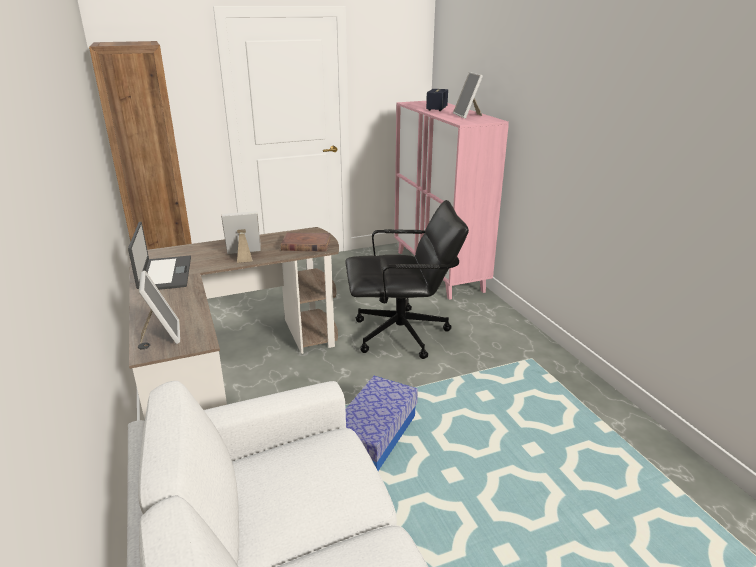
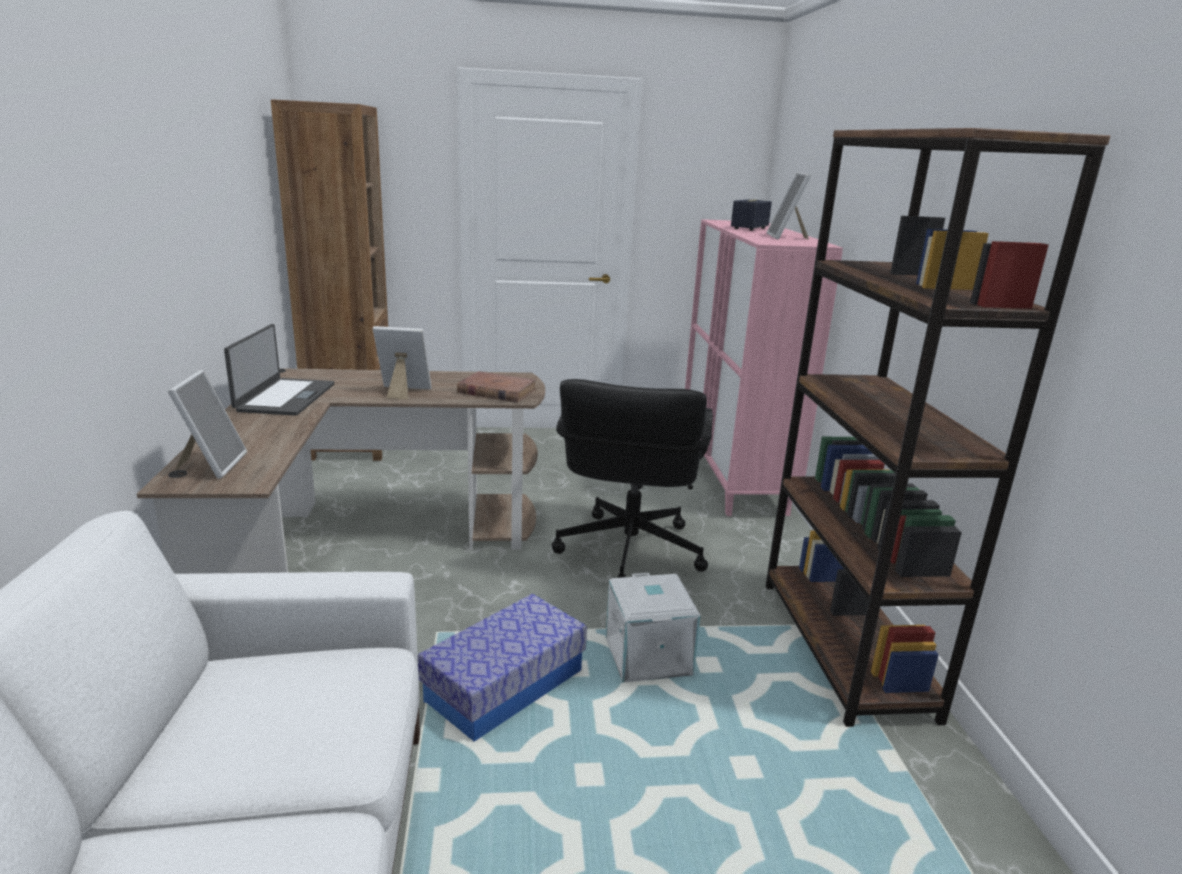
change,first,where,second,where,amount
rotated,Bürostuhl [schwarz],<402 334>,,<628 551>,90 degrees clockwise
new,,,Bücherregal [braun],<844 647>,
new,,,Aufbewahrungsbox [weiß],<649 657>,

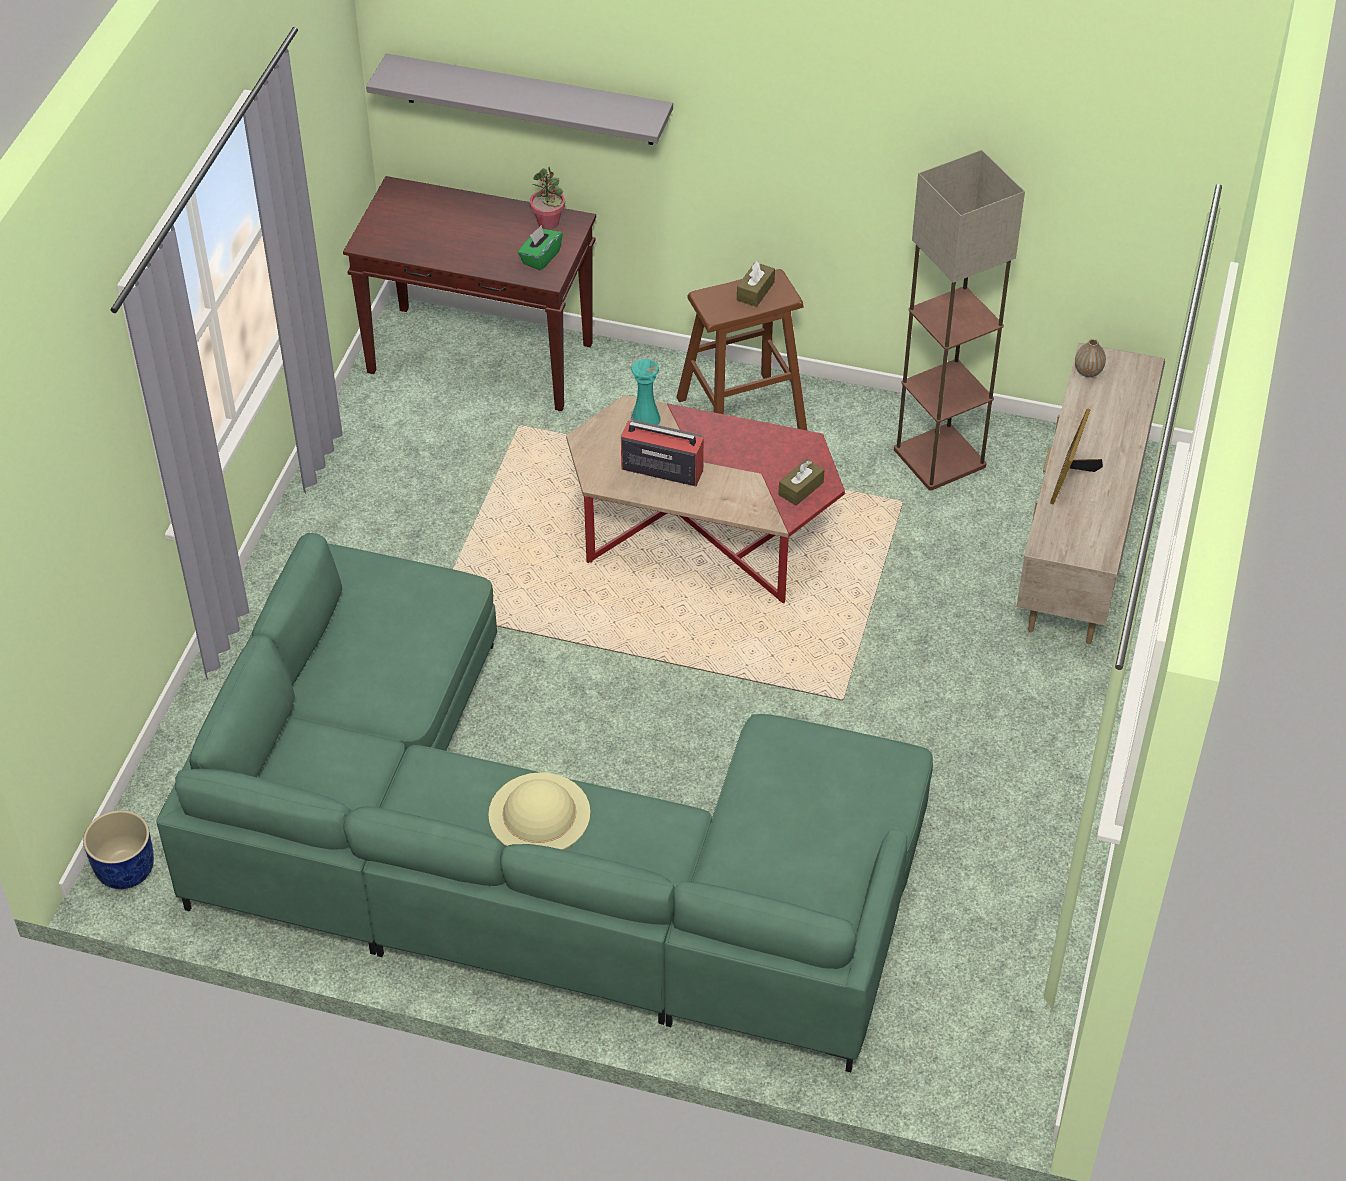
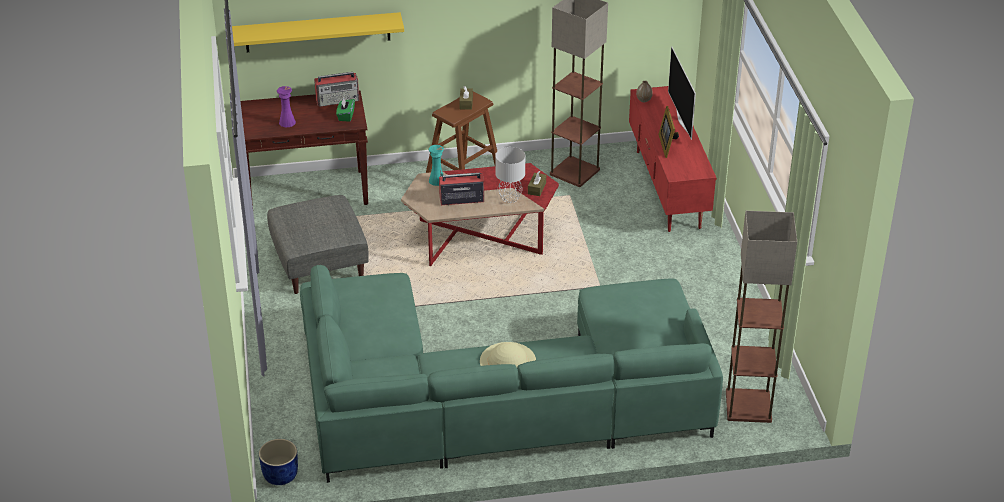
change,first,where,second,where,amount
repainted,Wandregal [grau],<529 100>,Wandregal [gelb],<317 32>,
swapped,Topfpflanze,<548 222>,Radio,<338 100>,
repainted,Fernsehschrank [beige],<1079 545>,Fernsehschrank [rot],<667 189>,
new,,,Fernseher,<683 121>,
new,,,Vase [lila],<287 122>,
new,,,Tischlampe [grau],<510 199>,
new,,,Polsterhocker [grau],<320 264>,
new,,,Stehlampe,<749 406>,

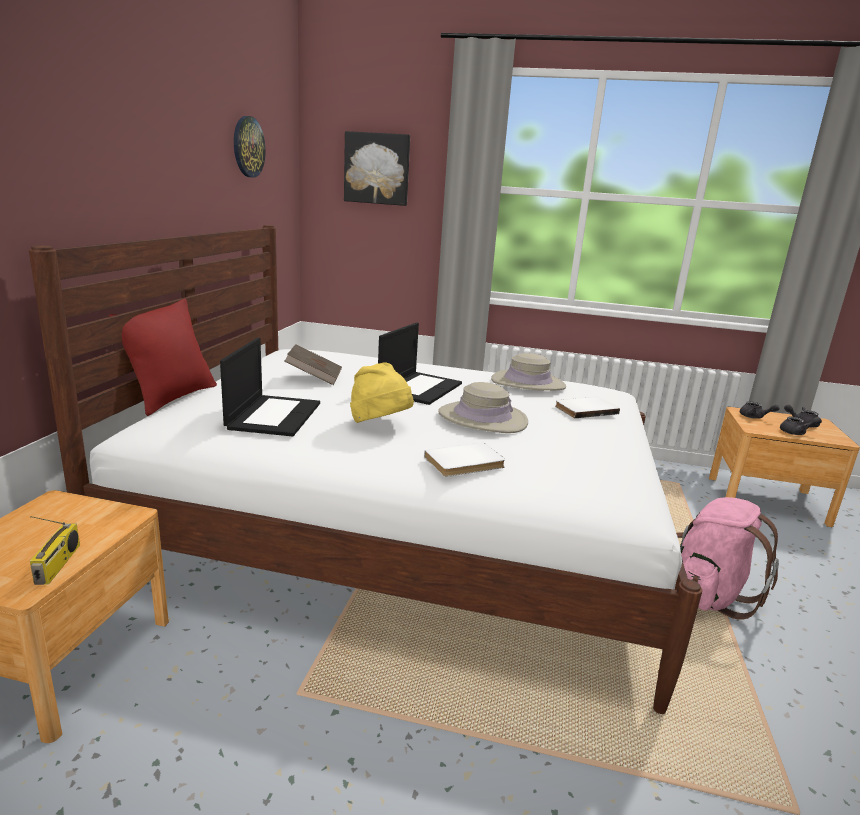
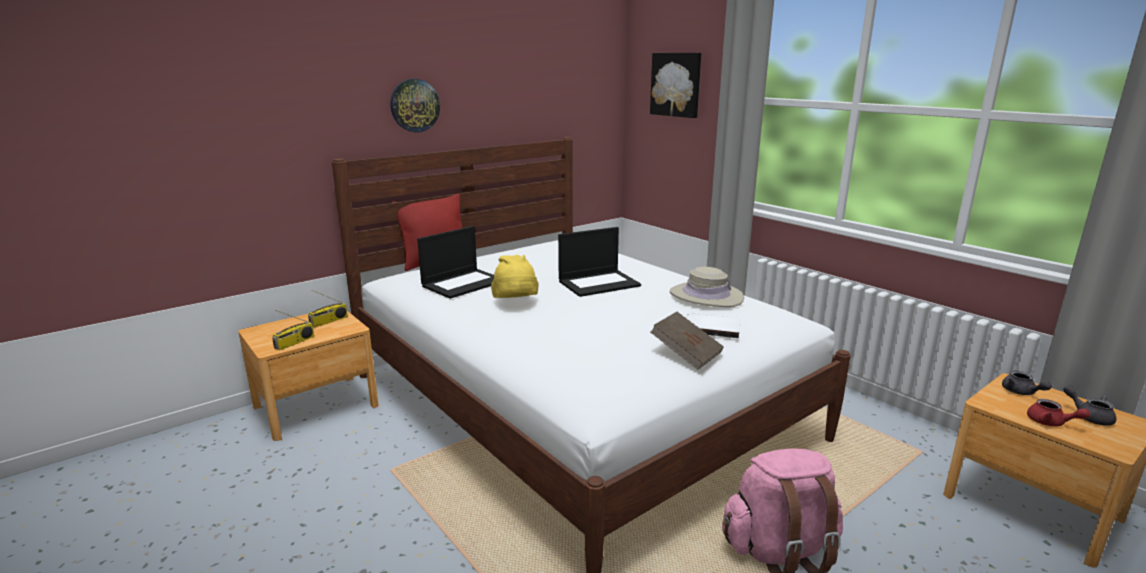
change,first,where,second,where,amount
shifted,Wanduhr,<248 147>,,<415 105>,
shifted,Buch [braun],<314 378>,,<686 354>,
gone,Hut [beige],<482 418>,,,
repainted,Teekanne [grau],<796 433>,Teekanne [rot],<1051 423>,
gone,Buch [weiß],<465 463>,,,
new,,,Radio,<329 321>,

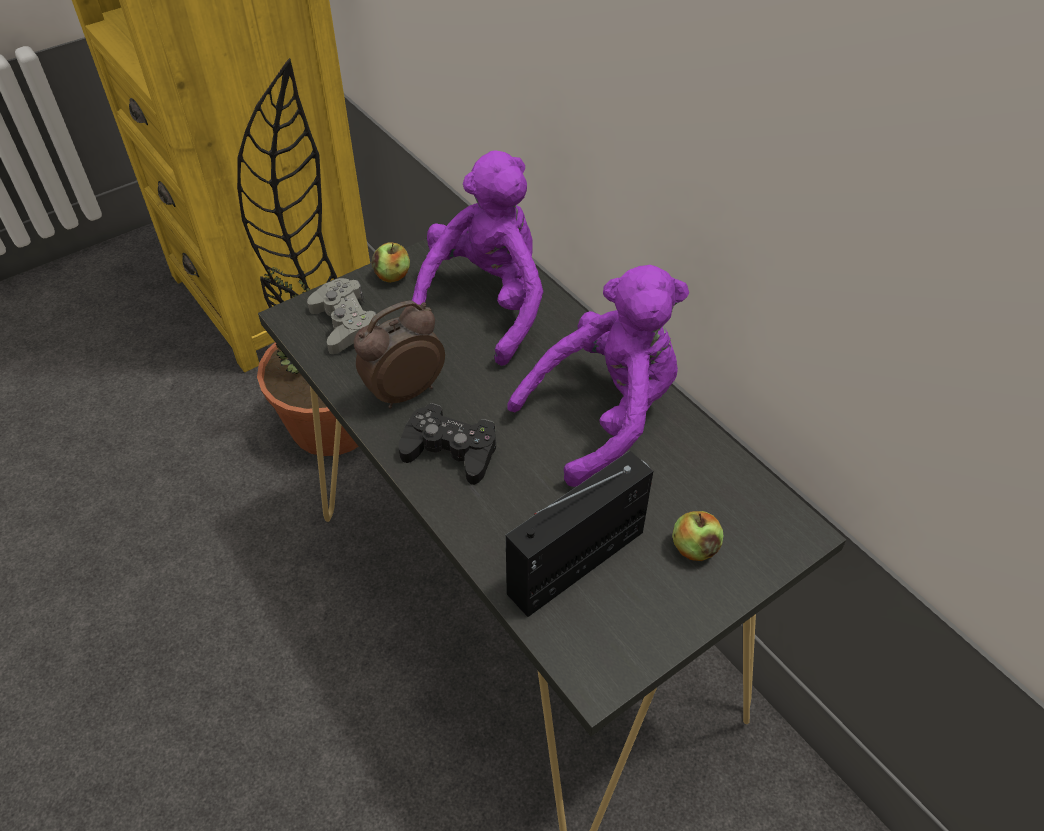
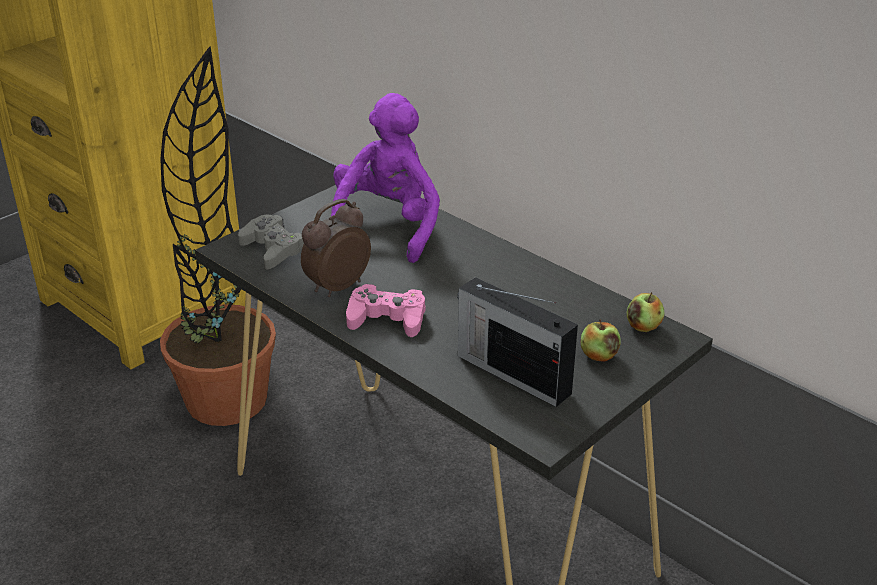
change,first,where,second,where,amount
shifted,Apfel,<393 276>,,<643 326>,
gone,Plüschtier [lila],<605 415>,,,
repainted,Gamepad [schwarz],<450 450>,Gamepad [rosa],<387 318>,
rotated,Radio,<579 561>,,<511 373>,90 degrees counterclockwise

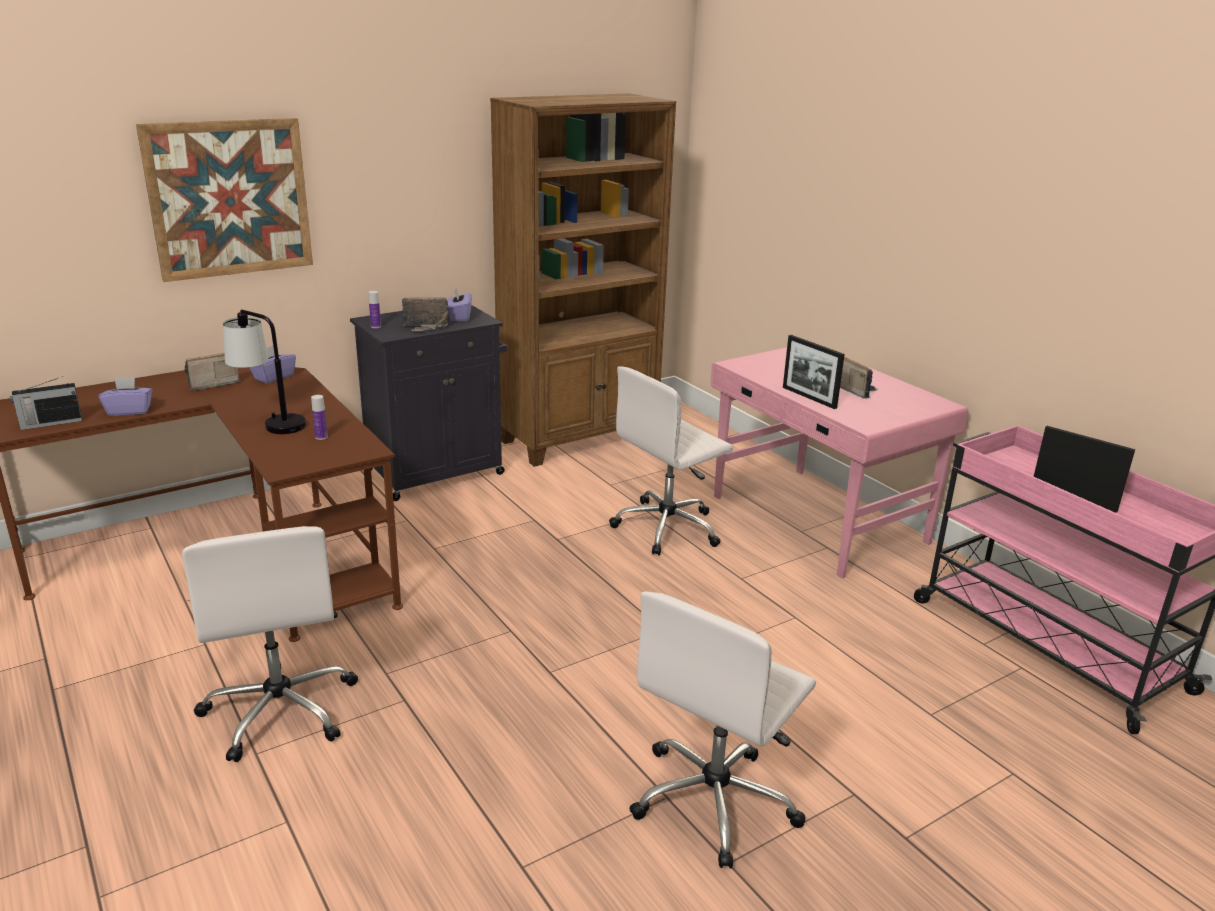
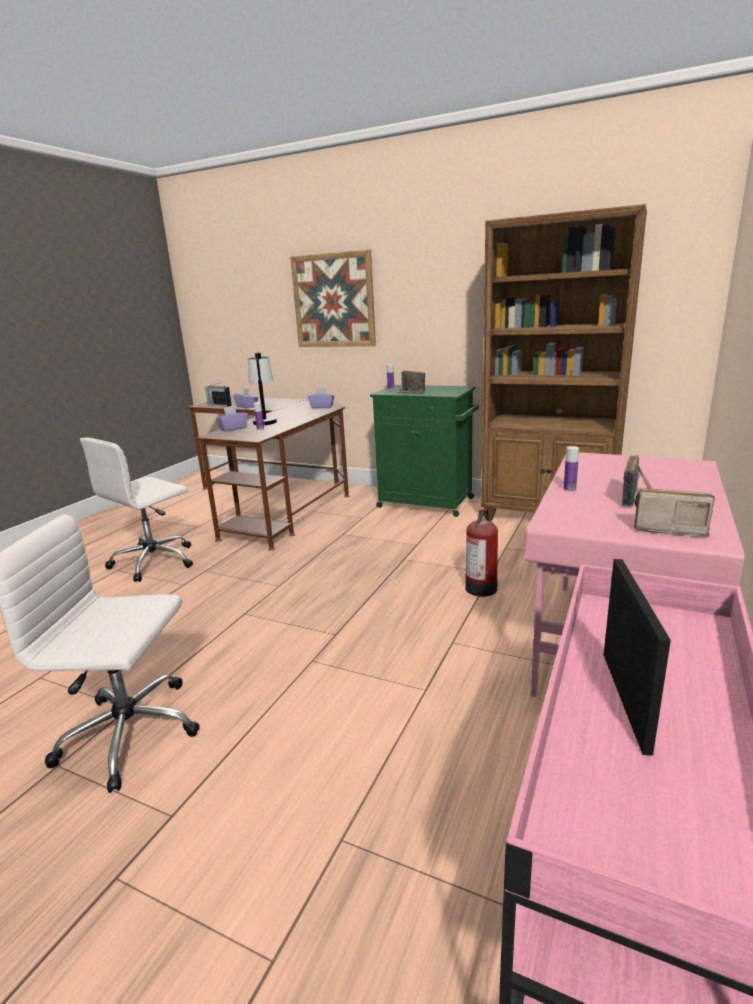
change,first,where,second,where,amount
shifted,Taschentuchbox [lila],<459 317>,,<233 428>,
repainted,Schrank [schwarz],<437 472>,Schrank [grün],<427 503>,
swapped,Bilderrahmen,<809 397>,Flasche,<569 489>,
shifted,Radio,<211 384>,,<667 528>,
swapped,Bürostuhl [weiß],<668 527>,Feuerlöscher,<481 587>,

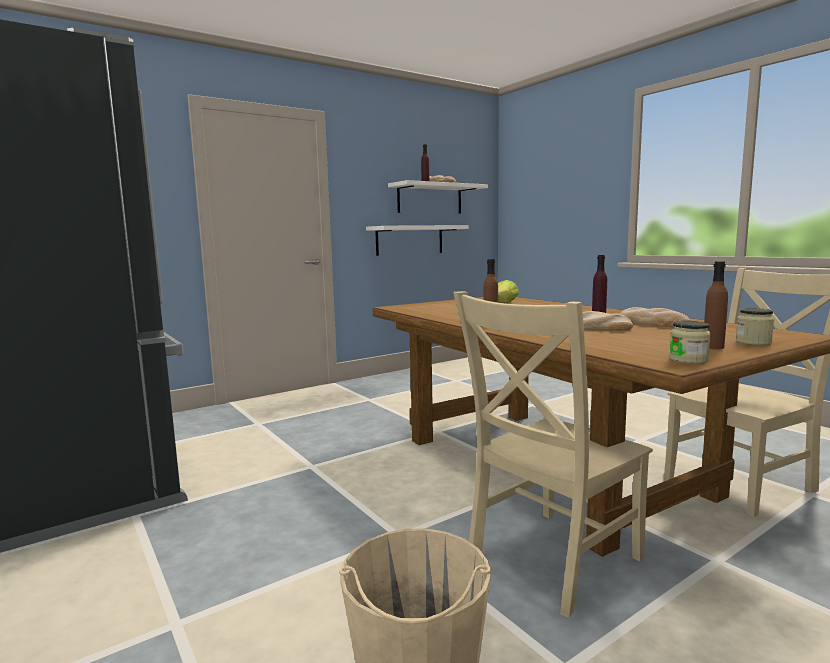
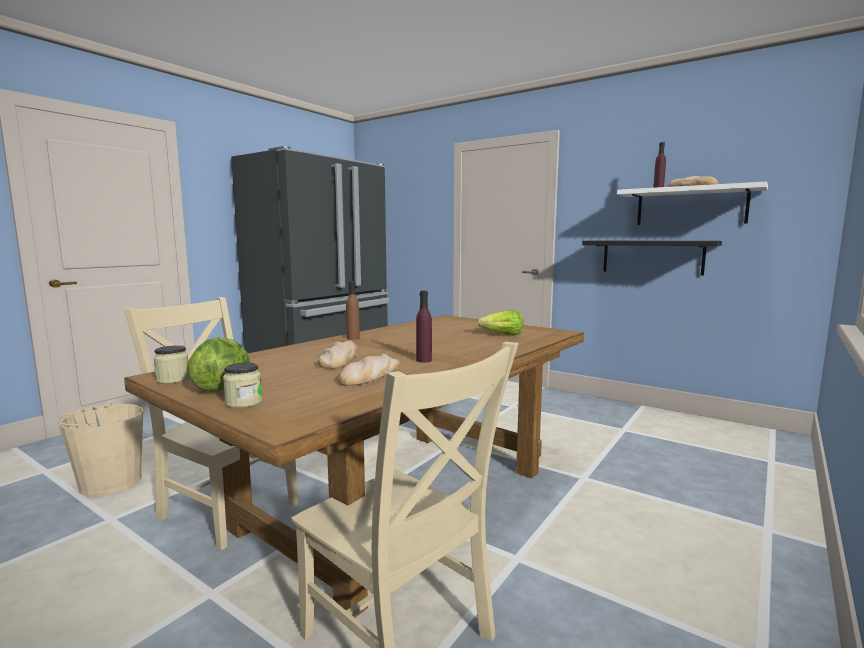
change,first,where,second,where,amount
repainted,Wandregal [weiß],<409 240>,Wandregal [schwarz],<652 257>,
swapped,Flasche [braun],<713 347>,Salatkopf,<223 388>,

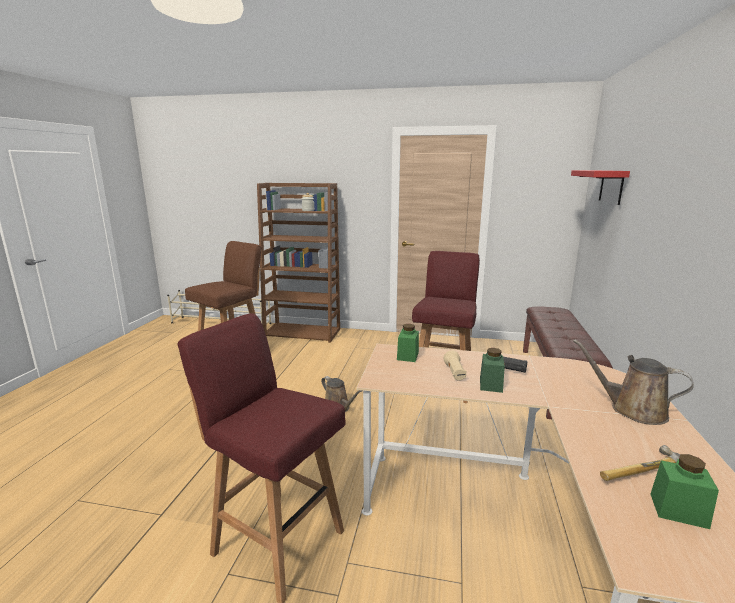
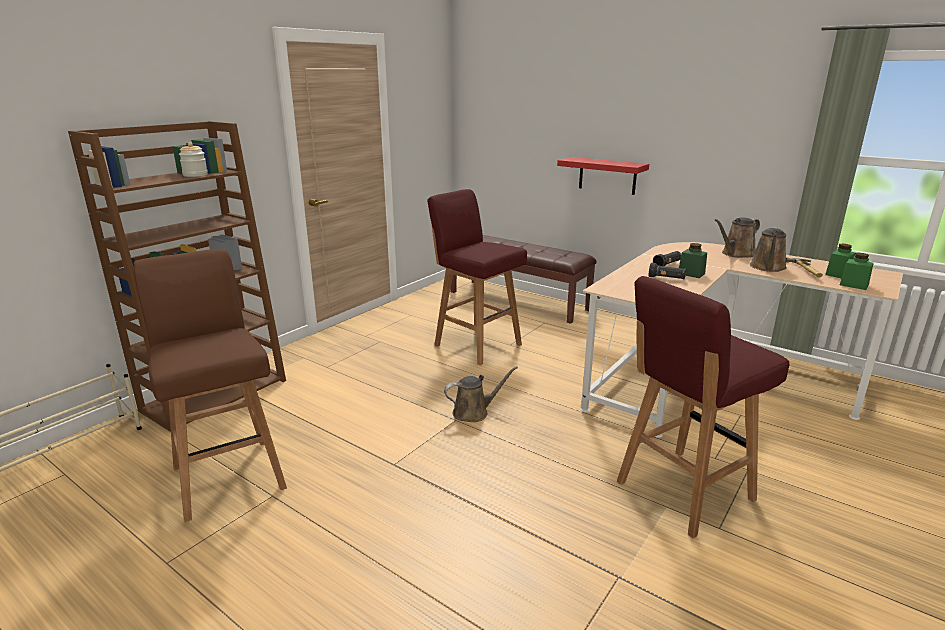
change,first,where,second,where,amount
shifted,Wandregal [rot],<611 186>,,<607 175>,
shifted,Vorratsglas [grün],<407 356>,,<854 285>,
repainted,Taschenlampe [beige],<454 373>,Taschenlampe [schwarz],<666 278>,
new,,,Gießkanne [braun],<767 267>,

